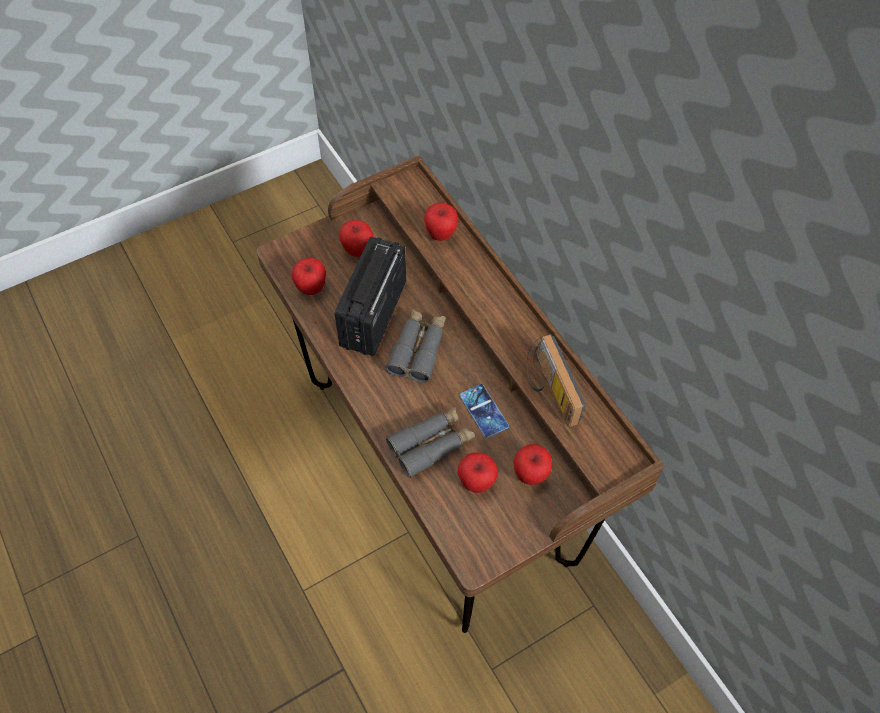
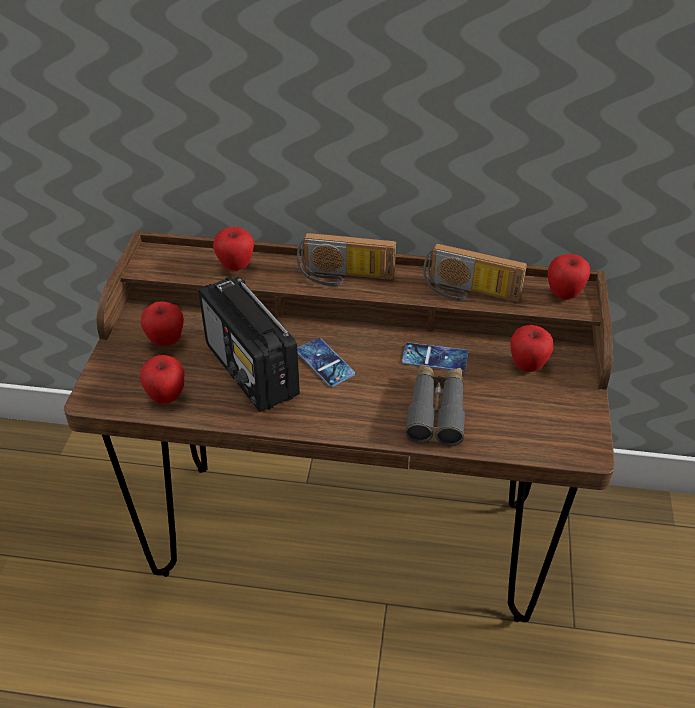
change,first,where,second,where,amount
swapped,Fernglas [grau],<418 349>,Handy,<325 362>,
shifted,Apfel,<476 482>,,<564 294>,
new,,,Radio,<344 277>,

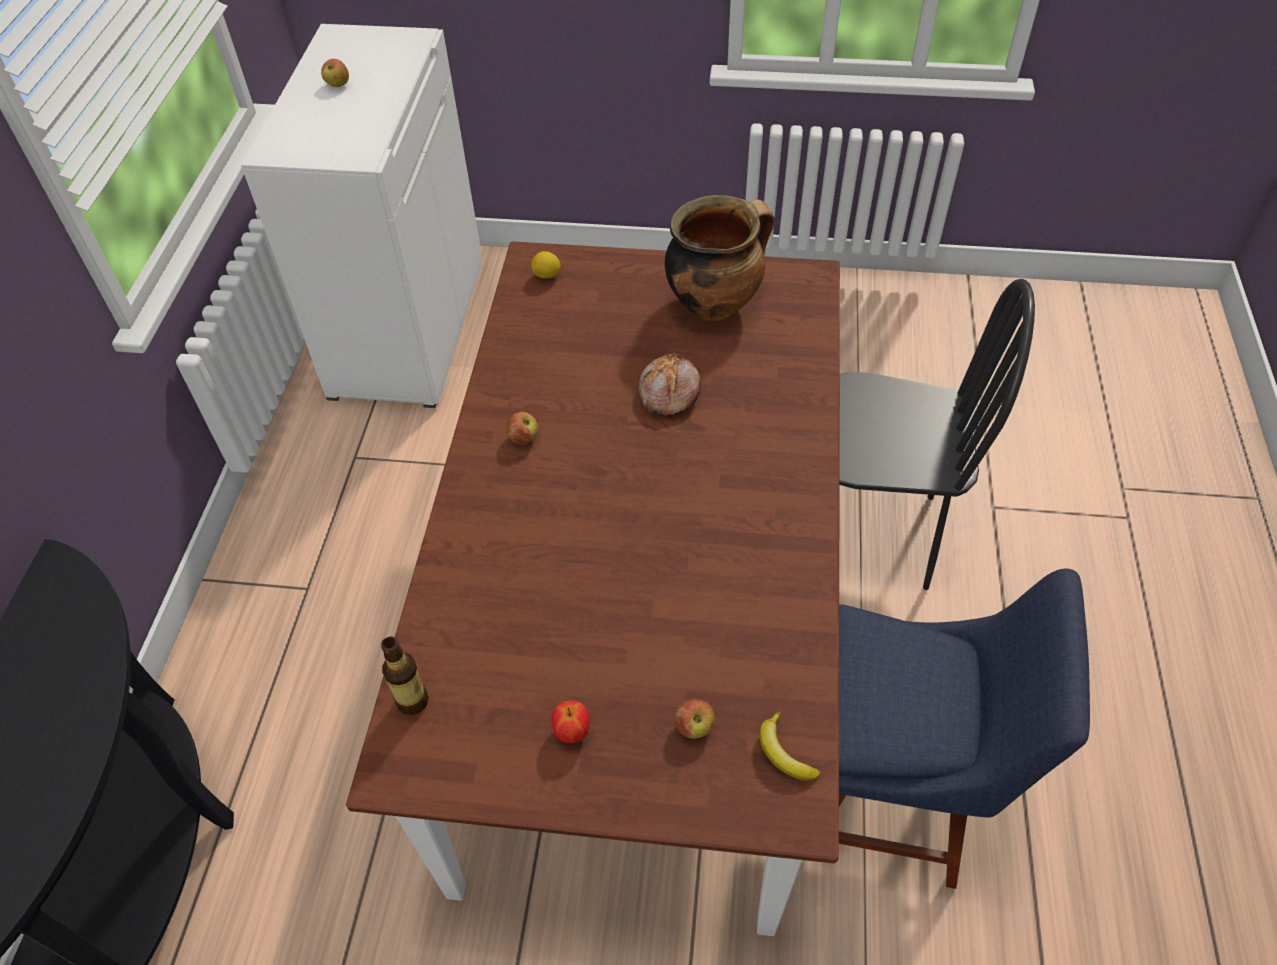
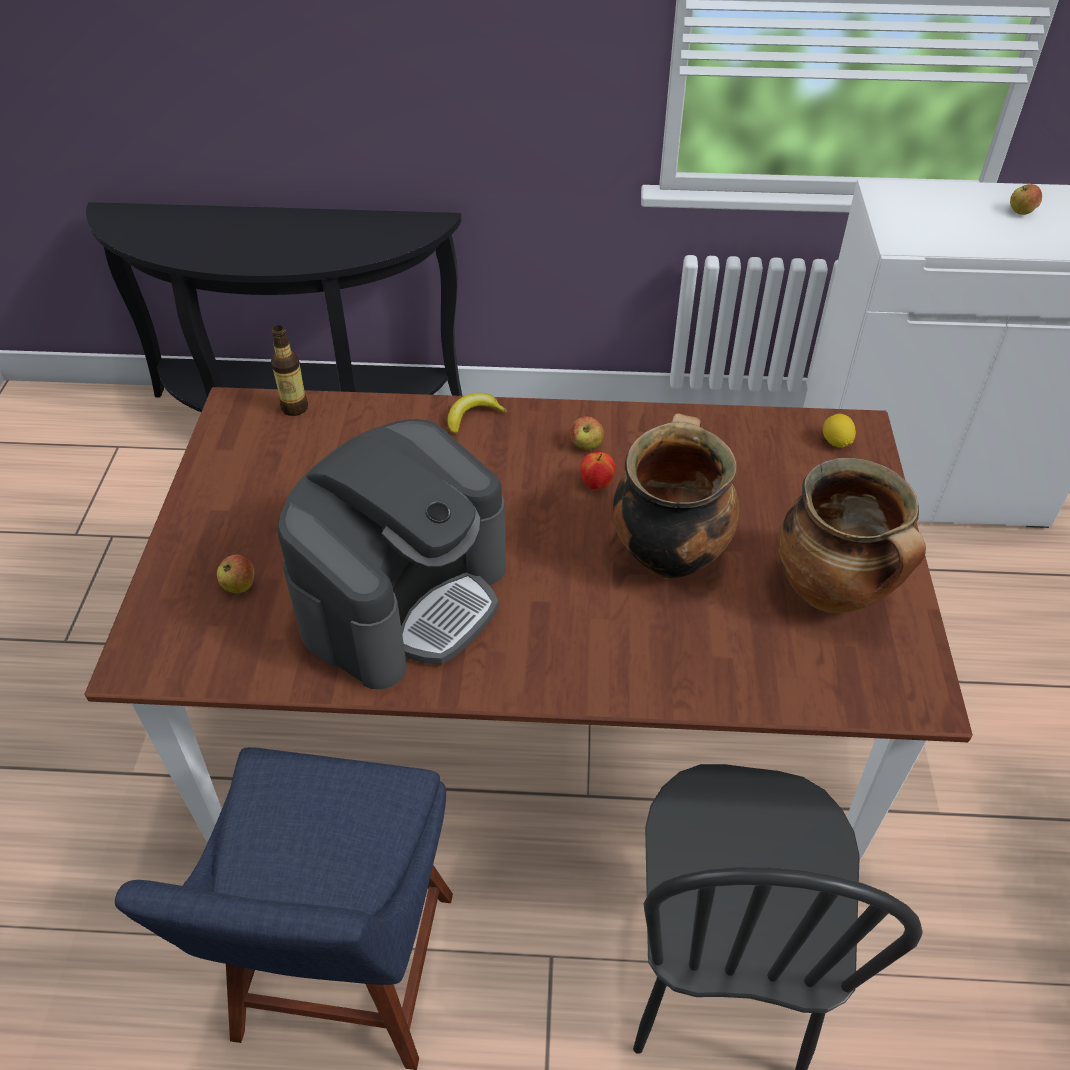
change,first,where,second,where,amount
swapped,Brot,<668 392>,Kochtopf,<668 553>,
shifted,Apfel,<572 732>,,<596 484>,
shifted,Banane,<784 753>,,<472 417>,
new,,,Kaffeemaschine,<404 597>,

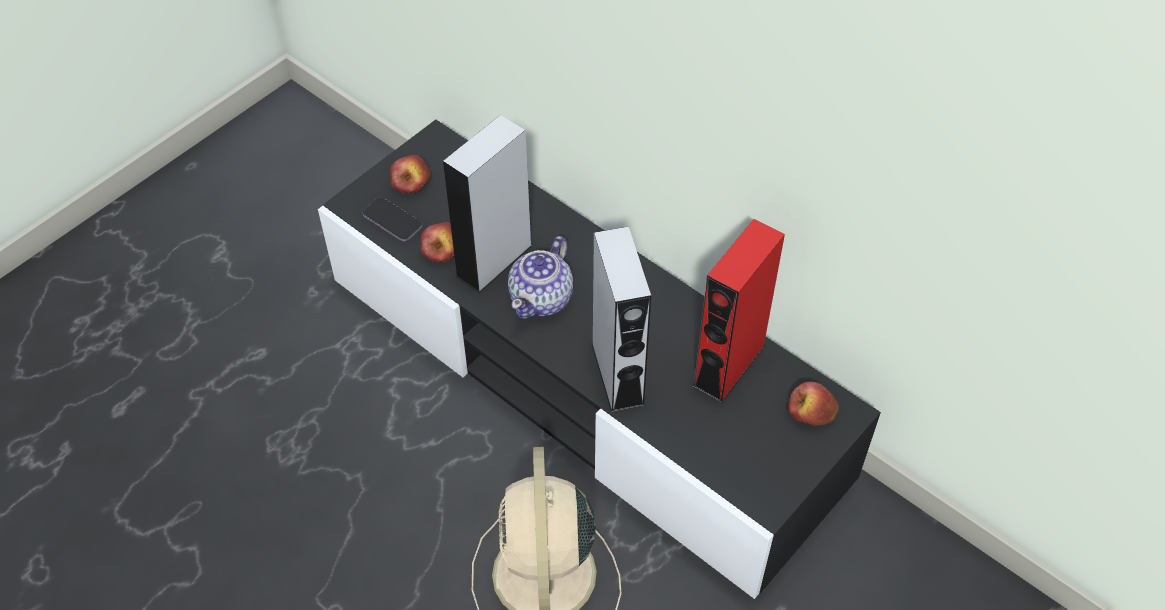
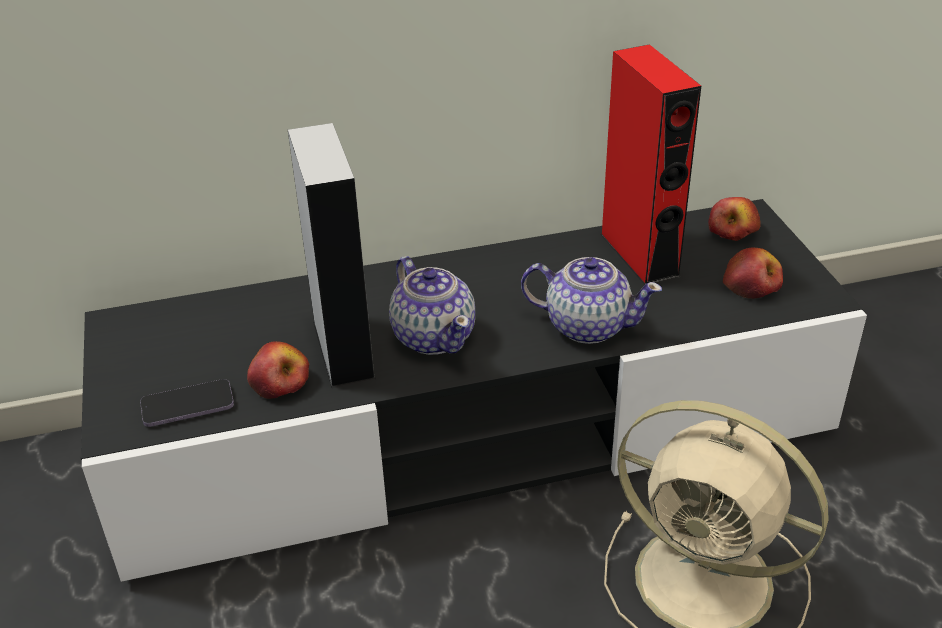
change,first,where,second,where,amount
shifted,Apfel,<411 181>,,<752 285>,
swapped,Lautsprecher [grau],<617 374>,Teekanne,<587 325>,

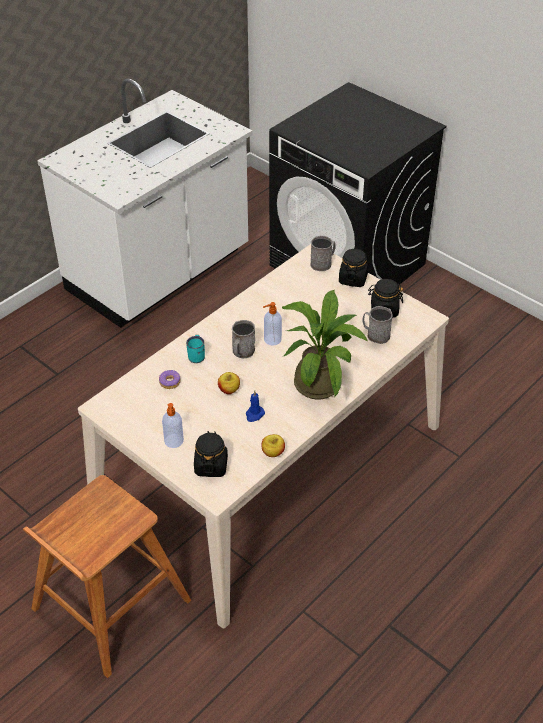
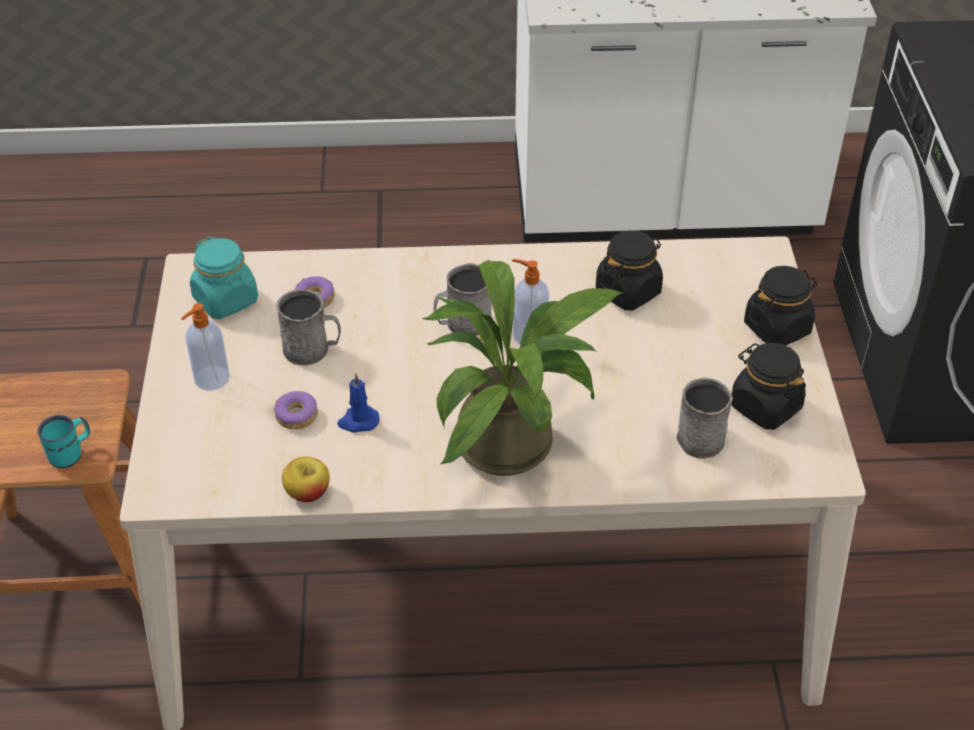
change,first,where,second,where,amount
shifted,Henkelbecher [grau],<323 263>,,<312 350>,
shifted,Henkelbecher [türkis],<197 355>,,<71 454>,
gone,Apfel,<229 390>,,,
shifted,Vorratsglas [schwarz],<211 466>,,<628 291>,
new,,,Vorratsglas [türkis],<226 300>,
new,,,Donut,<296 416>,

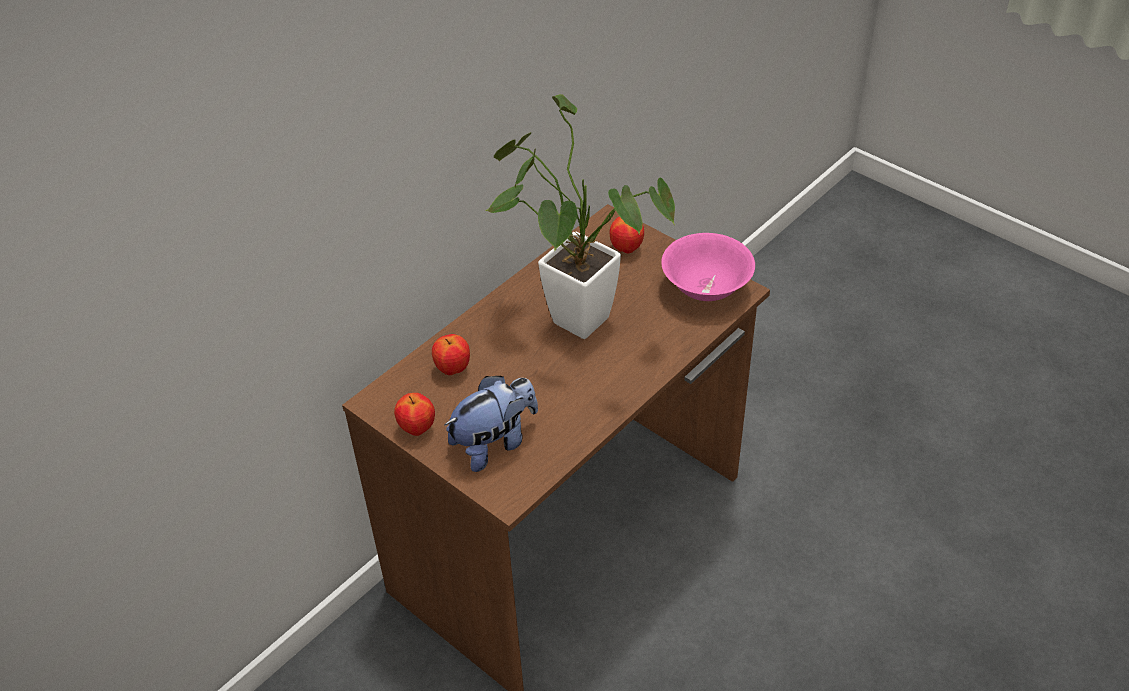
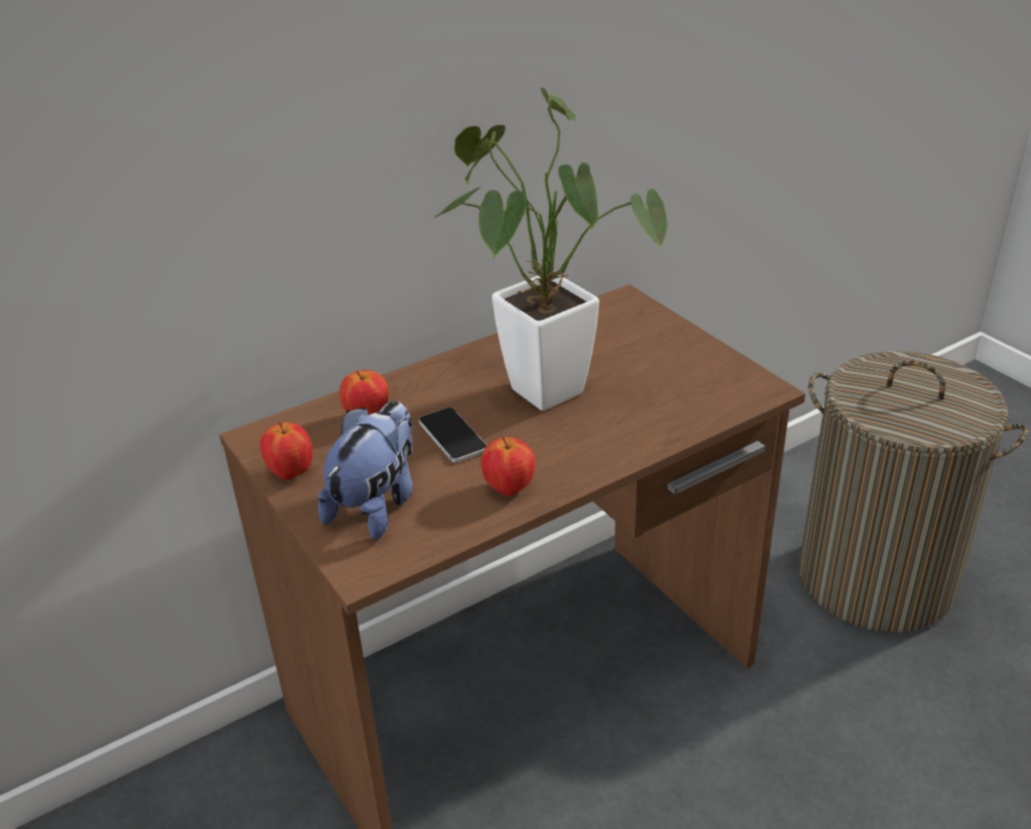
change,first,where,second,where,amount
shifted,Apfel,<626 248>,,<509 489>,
gone,Schüssel [rosa],<705 288>,,,
rotated,Plüschtier,<494 443>,,<377 505>,45 degrees counterclockwise
new,,,Wäschekorb,<876 578>,
new,,,Handy,<452 436>,

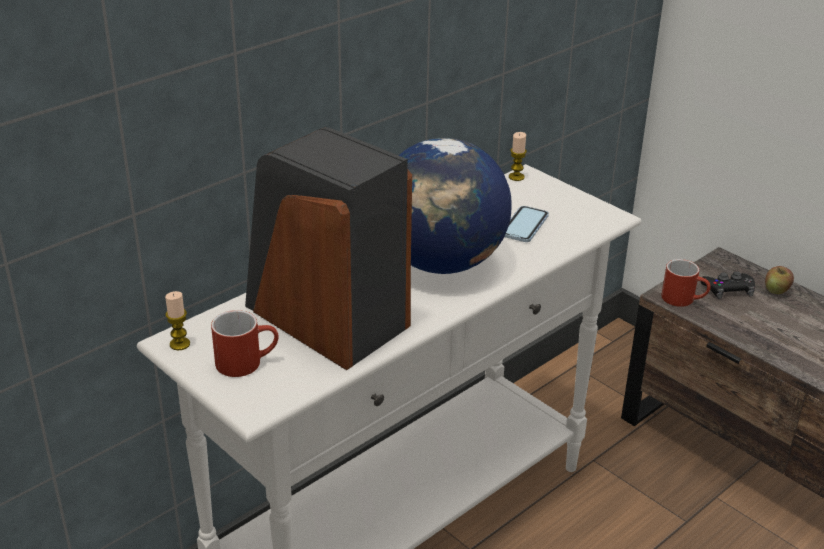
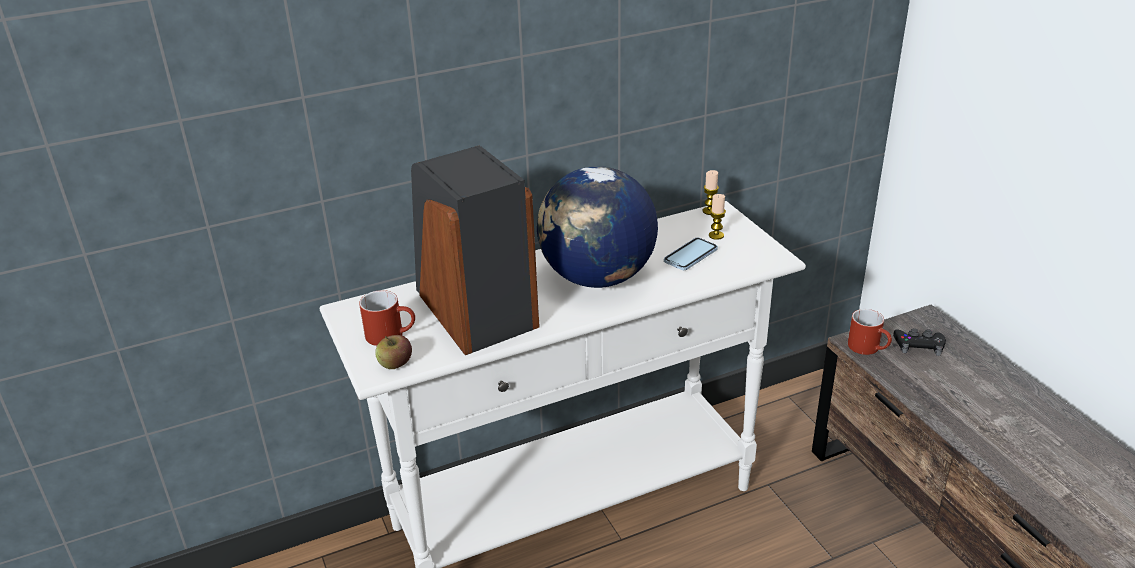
change,first,where,second,where,amount
shifted,Apfel,<776 290>,,<395 364>,
shifted,Kerze,<180 344>,,<716 235>,

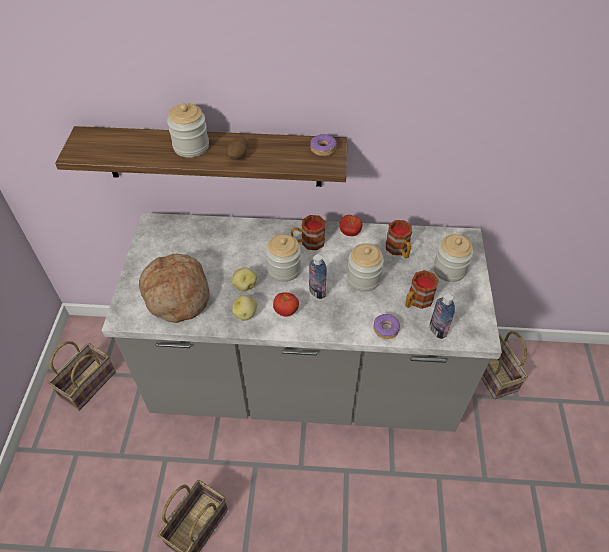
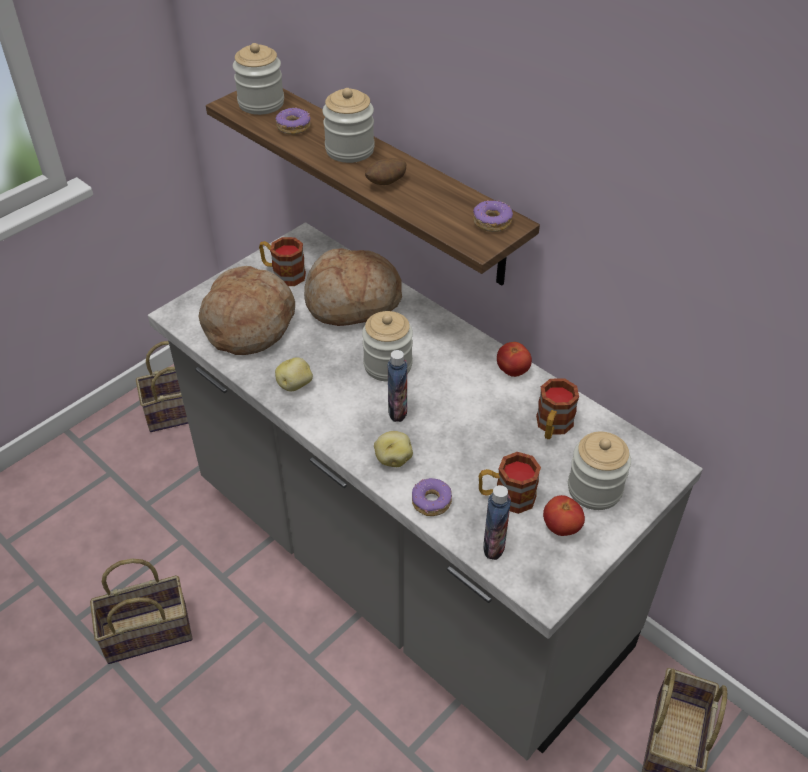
change,first,where,second,where,amount
shifted,Henkelbecher,<308 242>,,<283 274>,
shifted,Vorratsglas,<363 279>,,<261 103>,
shifted,Kartoffel,<244 285>,,<393 458>,
shifted,Tomate,<286 311>,,<561 527>,
new,,,Donut,<293 127>,
new,,,Brot,<352 302>,

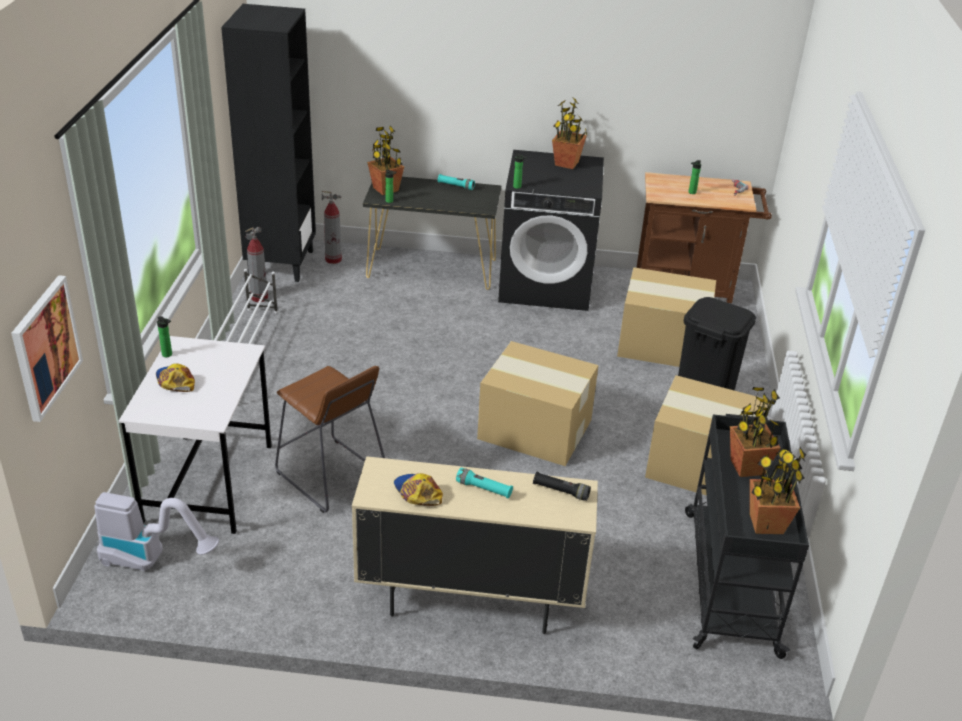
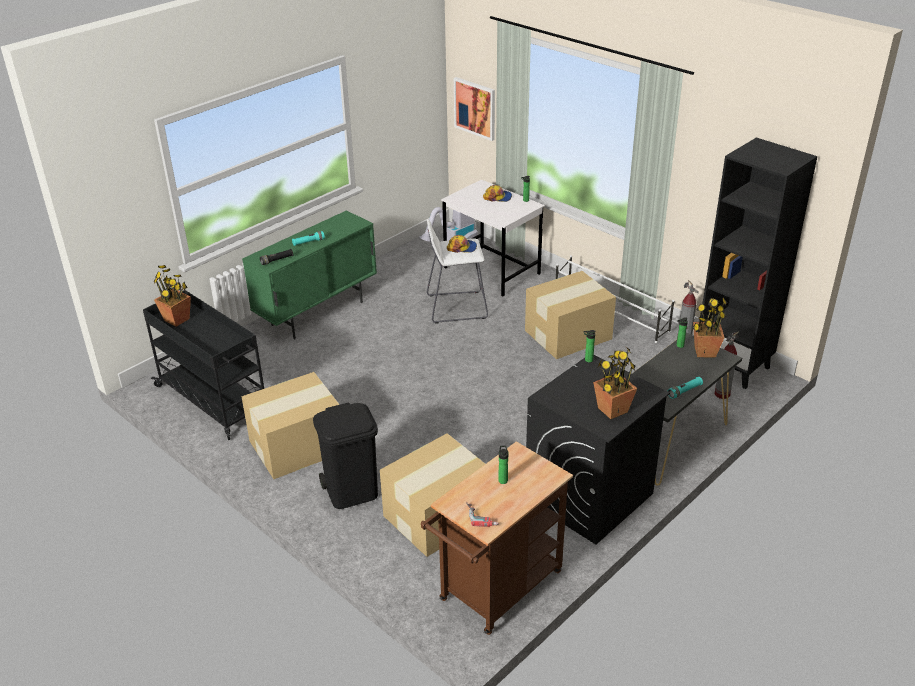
change,first,where,second,where,amount
shifted,Karton,<536 430>,,<567 334>,
repainted,Hocker [braun],<331 475>,Hocker [weiß],<456 307>,
gone,Topfpflanze,<747 467>,,,
repainted,Schrank [beige],<470 601>,Schrank [grün],<318 313>,
shifted,Kappe,<417 493>,,<462 247>,

